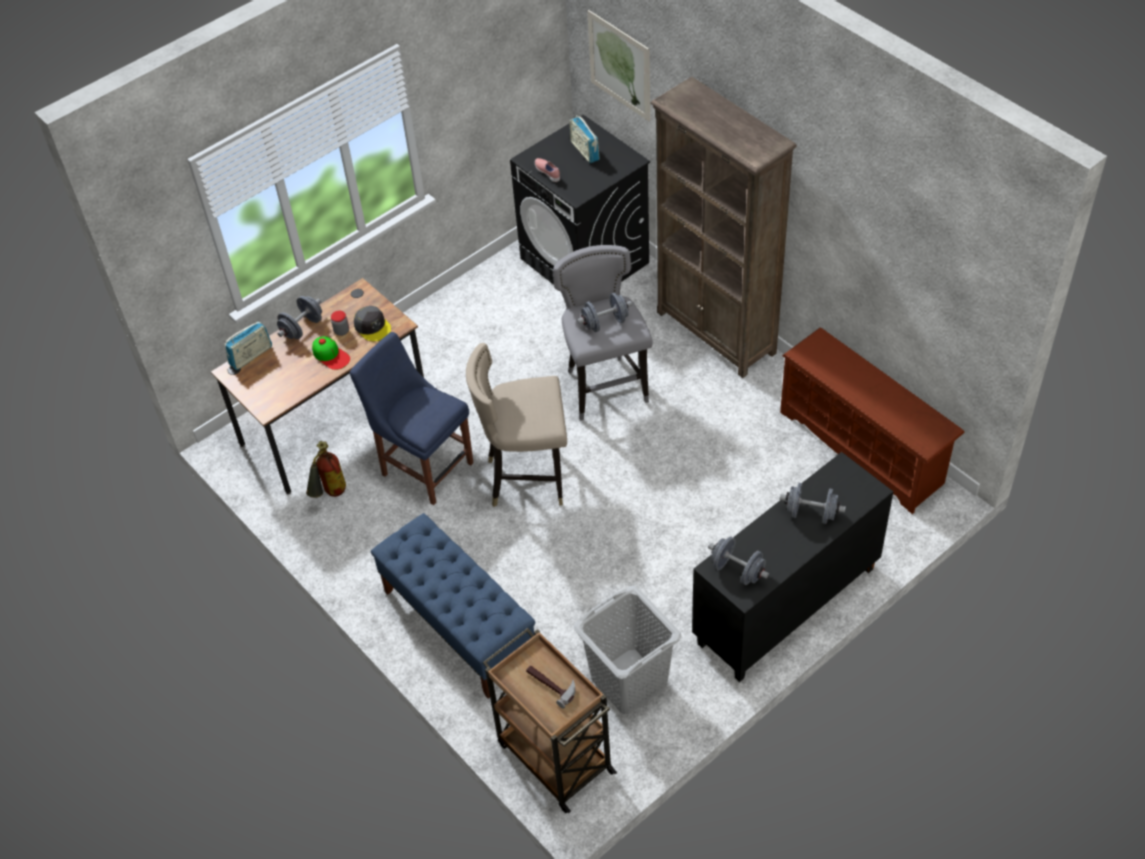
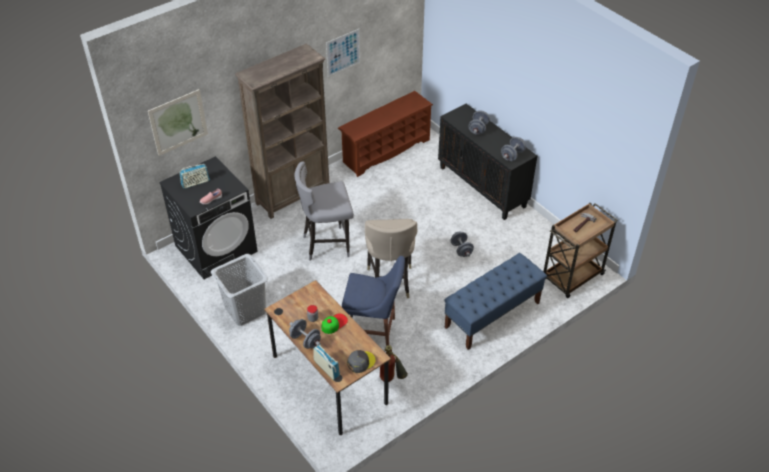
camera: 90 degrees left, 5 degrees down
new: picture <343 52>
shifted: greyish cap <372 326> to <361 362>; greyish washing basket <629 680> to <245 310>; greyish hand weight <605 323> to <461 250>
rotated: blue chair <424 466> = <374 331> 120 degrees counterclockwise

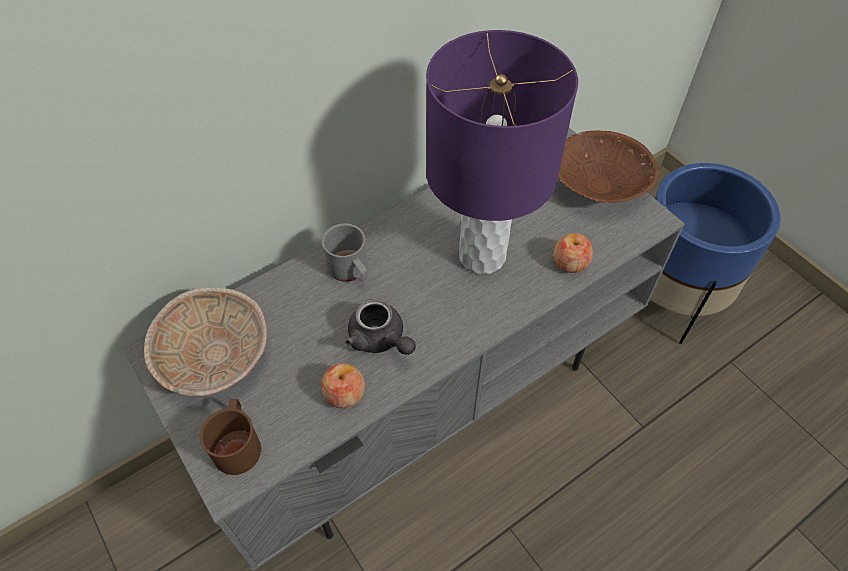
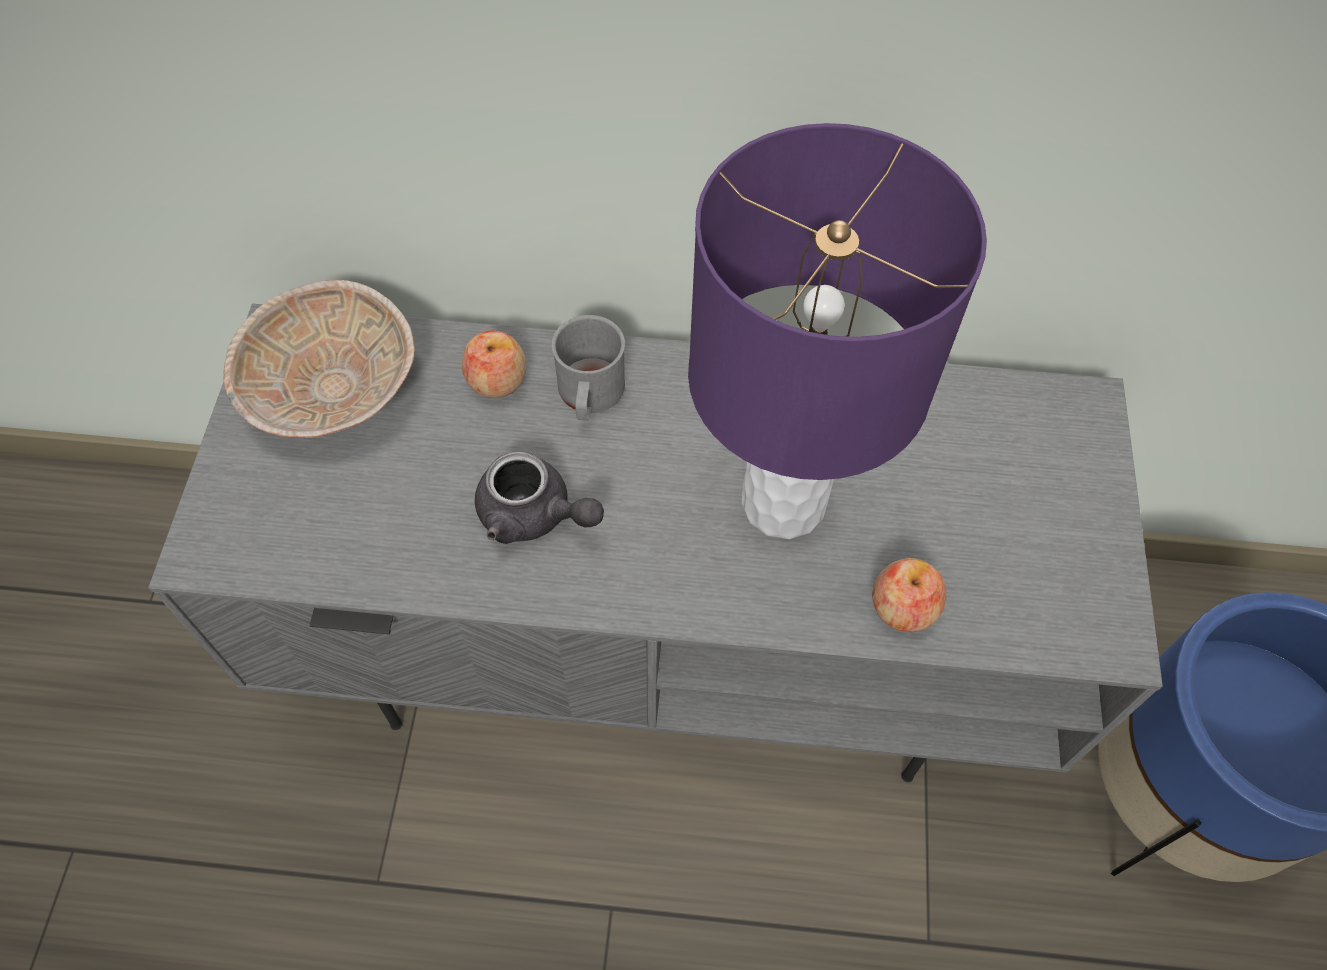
camera: 40 degrees right, 5 degrees up
gone: brown mug <238 444>; brown deep dish <598 184>
shifted: apple fruit <344 393> to <497 380>
rotated: greyish pot for tea <380 339> = <534 515> 60 degrees counterclockwise

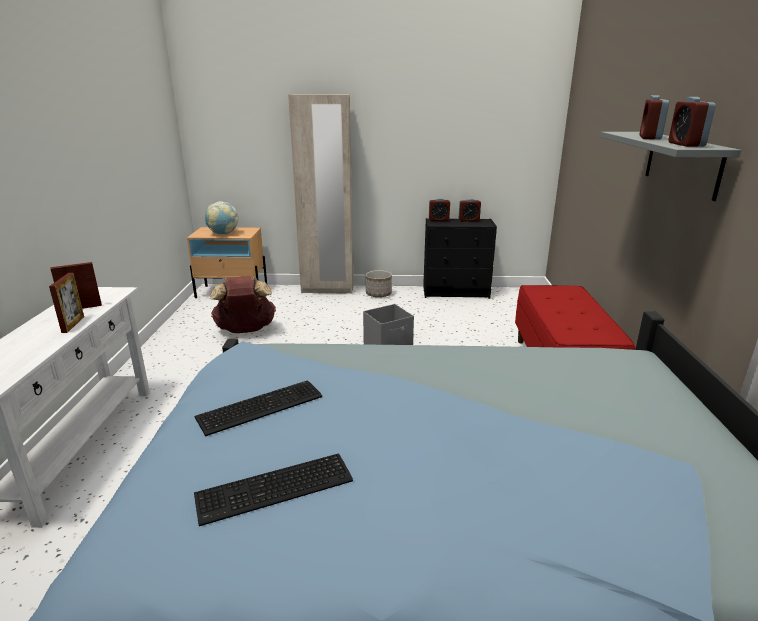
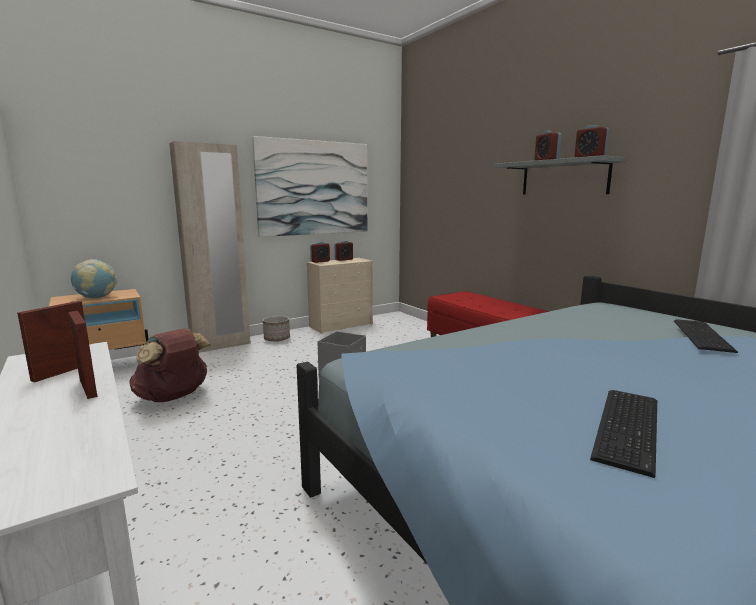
camera: 35 degrees left, 10 degrees down
new: picture <314 188>
shifted: computer keyboard <258 406> to <700 335>
repainted: black chest of drawers <456 292> to beige-coloured chest of drawers <342 325>

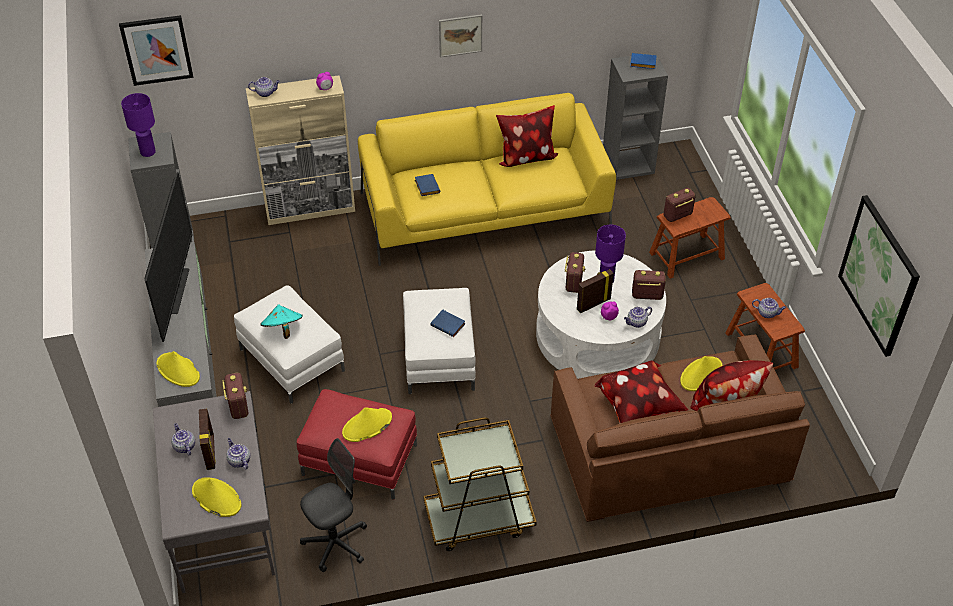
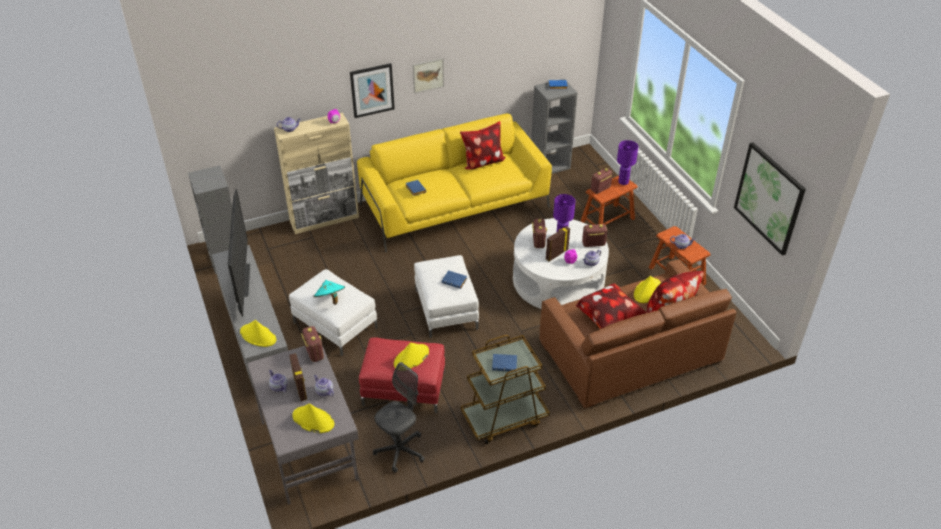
camera: 10 degrees left, 5 degrees down
new: blue volume <505 364>
shifted: picture <156 50> to <372 90>; purplish table lamp <147 152> to <623 182>

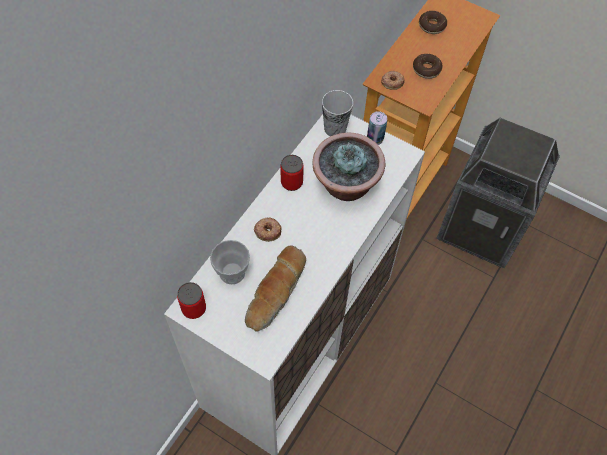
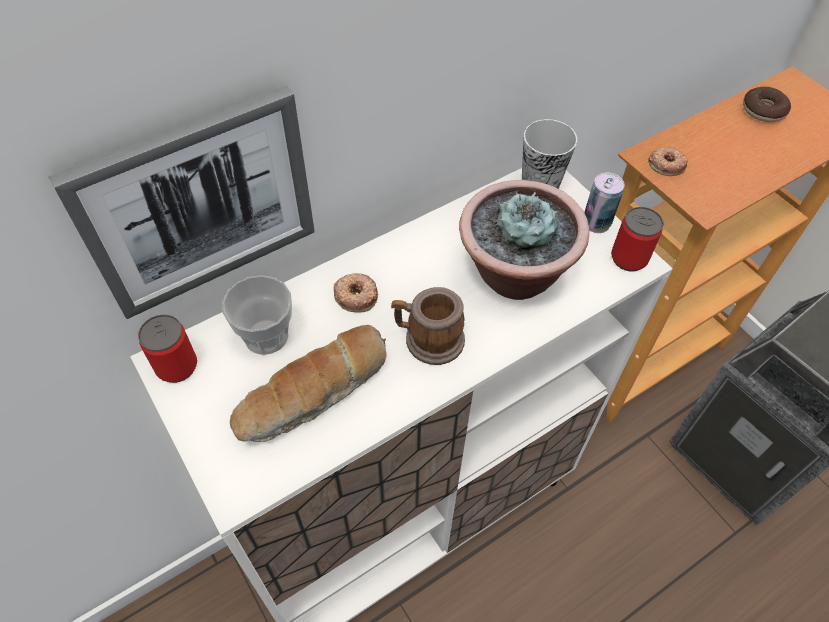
camera: 25 degrees right, 5 degrees down
gone: ring doughnut <426 69>
new: picture <198 203>; mug <428 339>
shifted: sealed can <291 182> to <629 258>

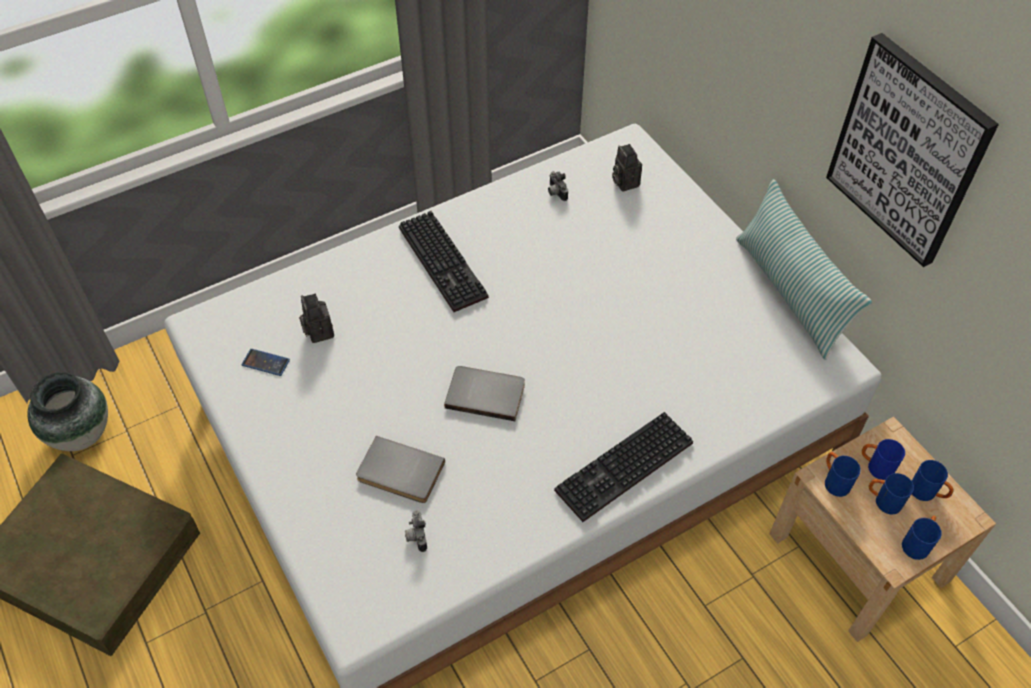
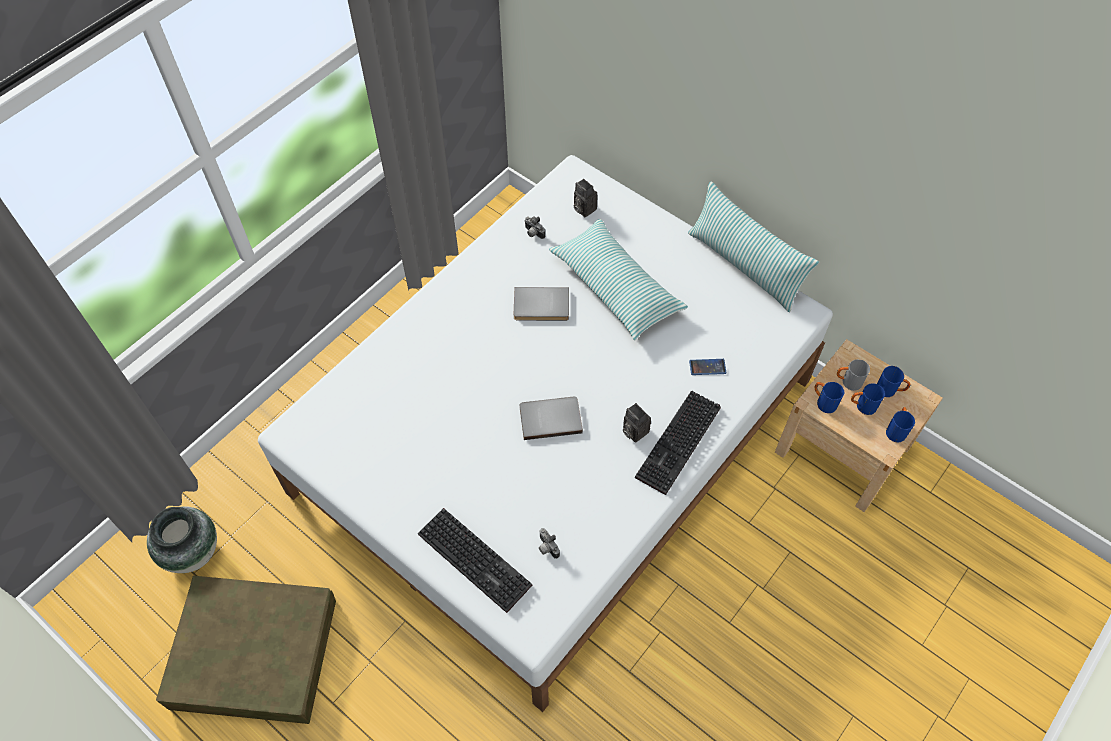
camera: 20 degrees left, 5 degrees up
gone: picture <908 151>
new: throw pillow <616 287>
shifted: telephone <265 362> to <707 367>; still camera <318 331> to <633 431>; greyish volume <399 473> to <541 307>; computer keyboard <445 263> to <477 559>
repainted: blue mug <875 467> to greyish mug <848 382>

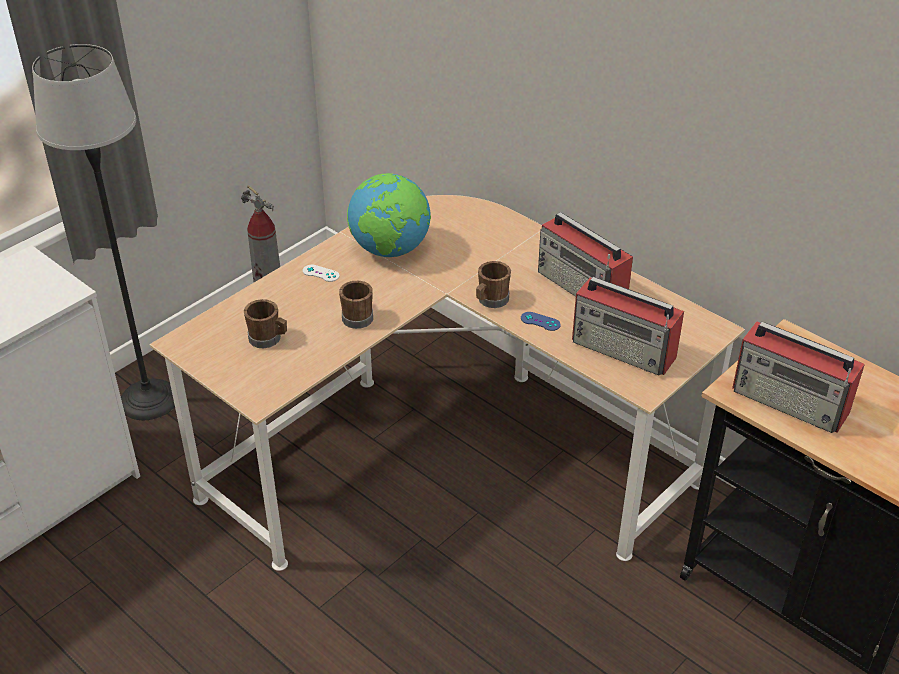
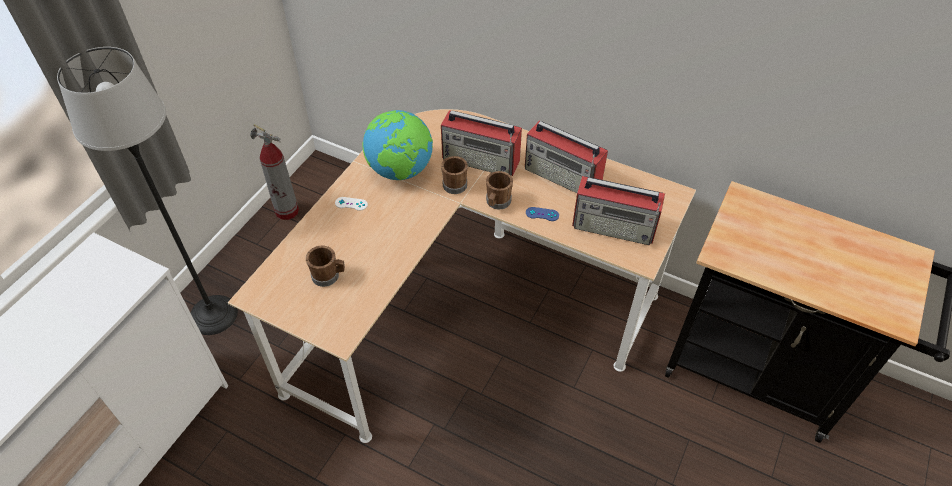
camera: 15 degrees left, 10 degrees up
shifted: brown mug <356 316> to <453 183>; radio set <791 402> to <481 160>

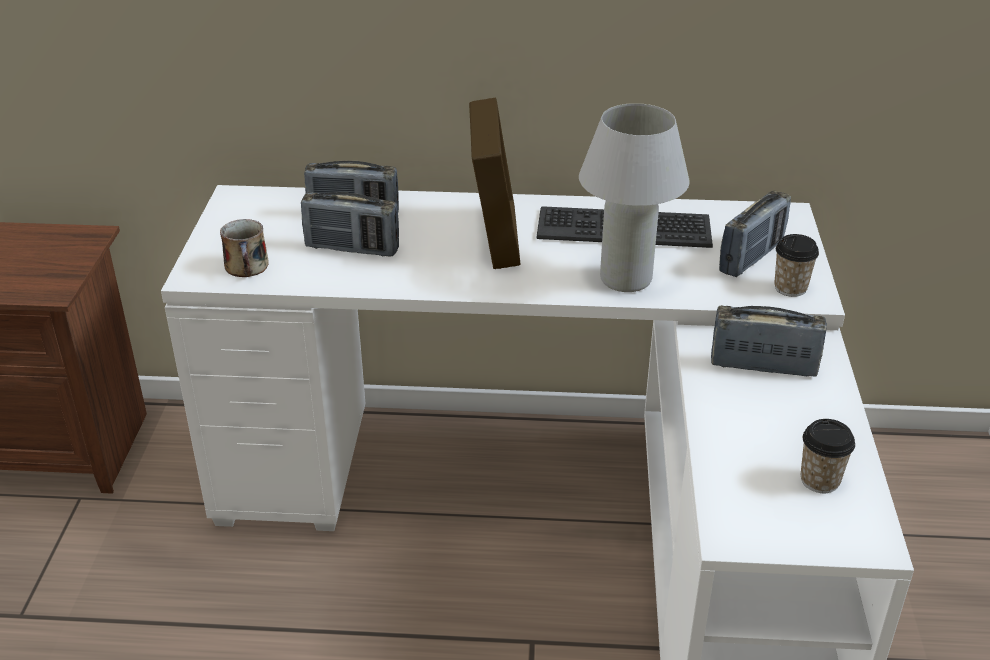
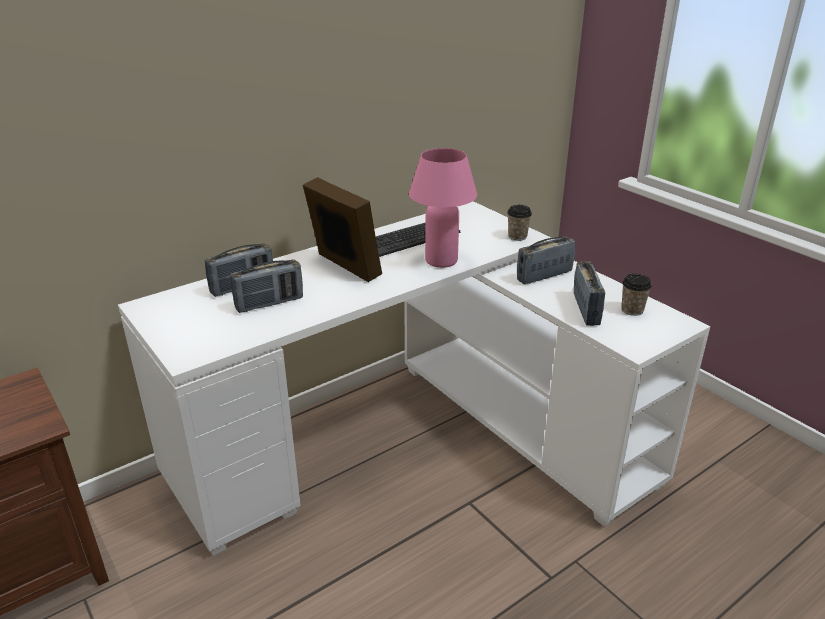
camera: 40 degrees left, 5 degrees down
gone: mug <247 267>
shifted: radio set <751 257> to <586 310>
repainted: white table lamp <625 279> to pinkish table lamp <441 261>

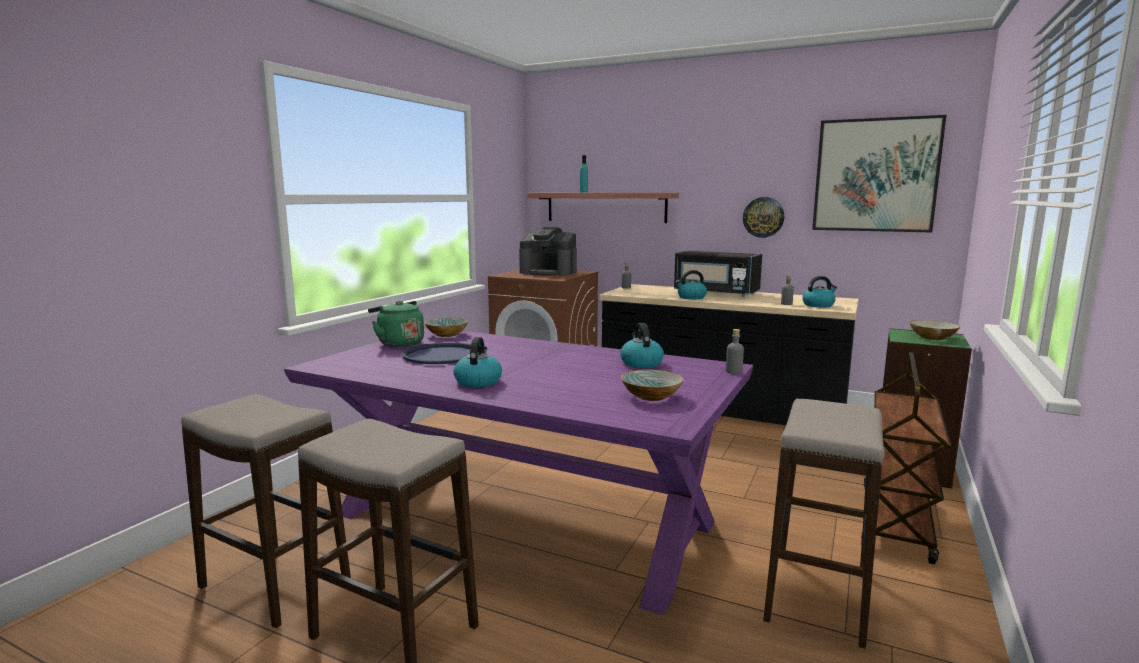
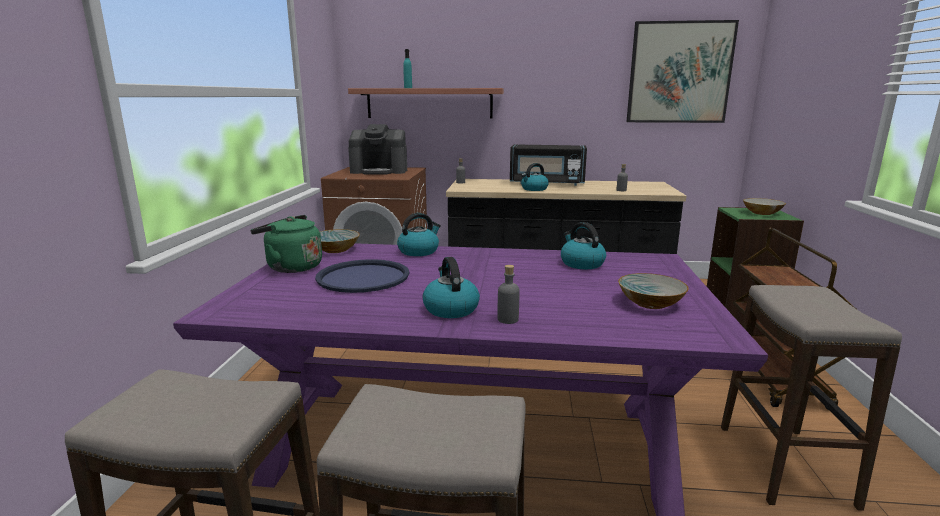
camera: 20 degrees left, 5 degrees up
gone: hanging clock <763 217>
shifted: greyish beverage bottle <734 371> to <508 319>; water kettle <818 305> to <419 251>

